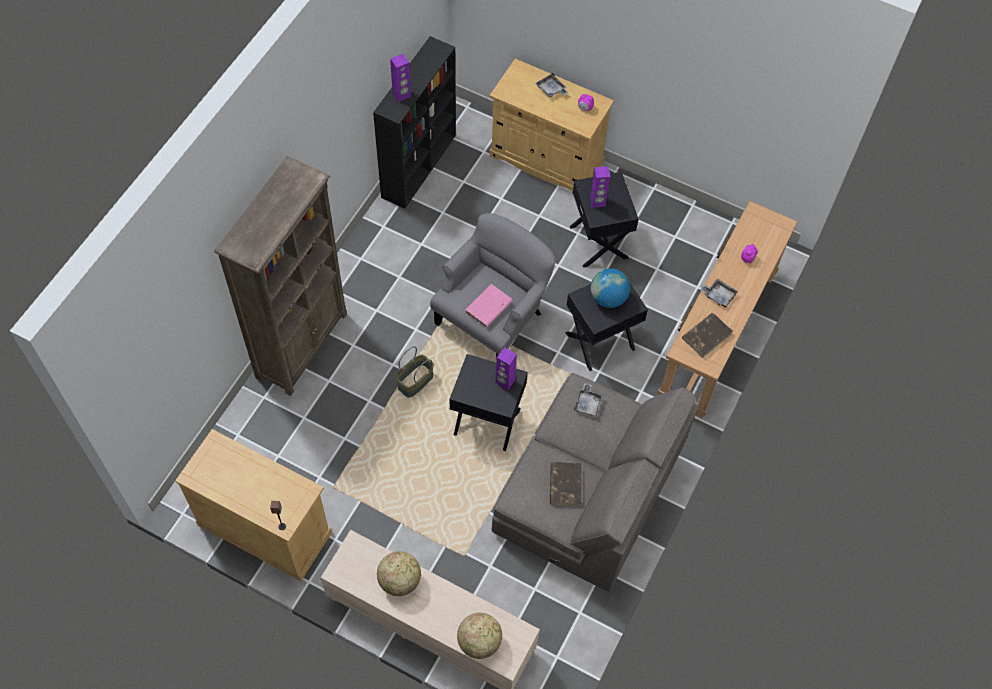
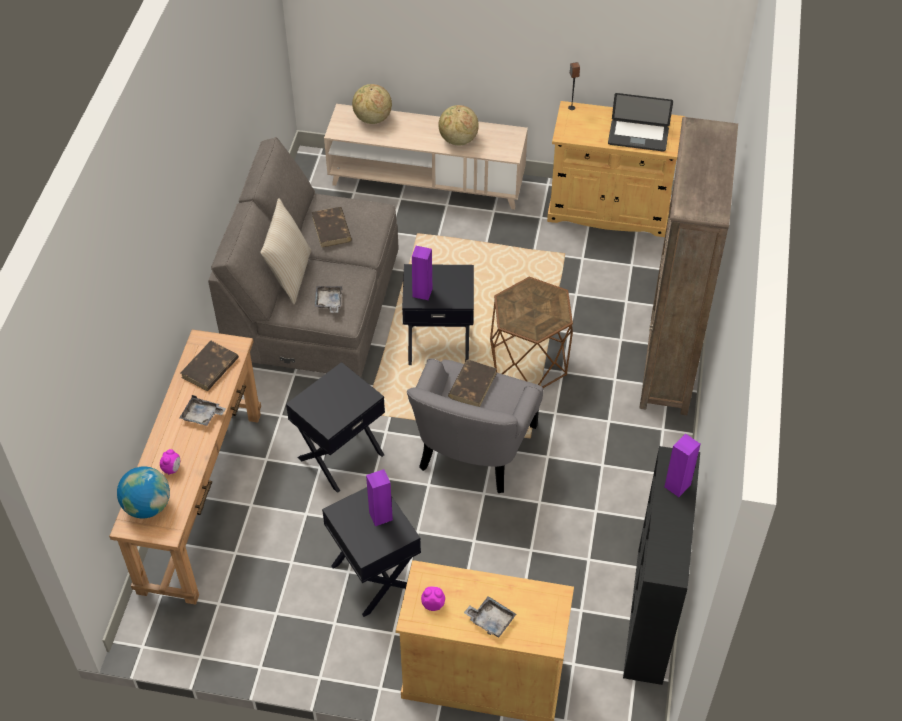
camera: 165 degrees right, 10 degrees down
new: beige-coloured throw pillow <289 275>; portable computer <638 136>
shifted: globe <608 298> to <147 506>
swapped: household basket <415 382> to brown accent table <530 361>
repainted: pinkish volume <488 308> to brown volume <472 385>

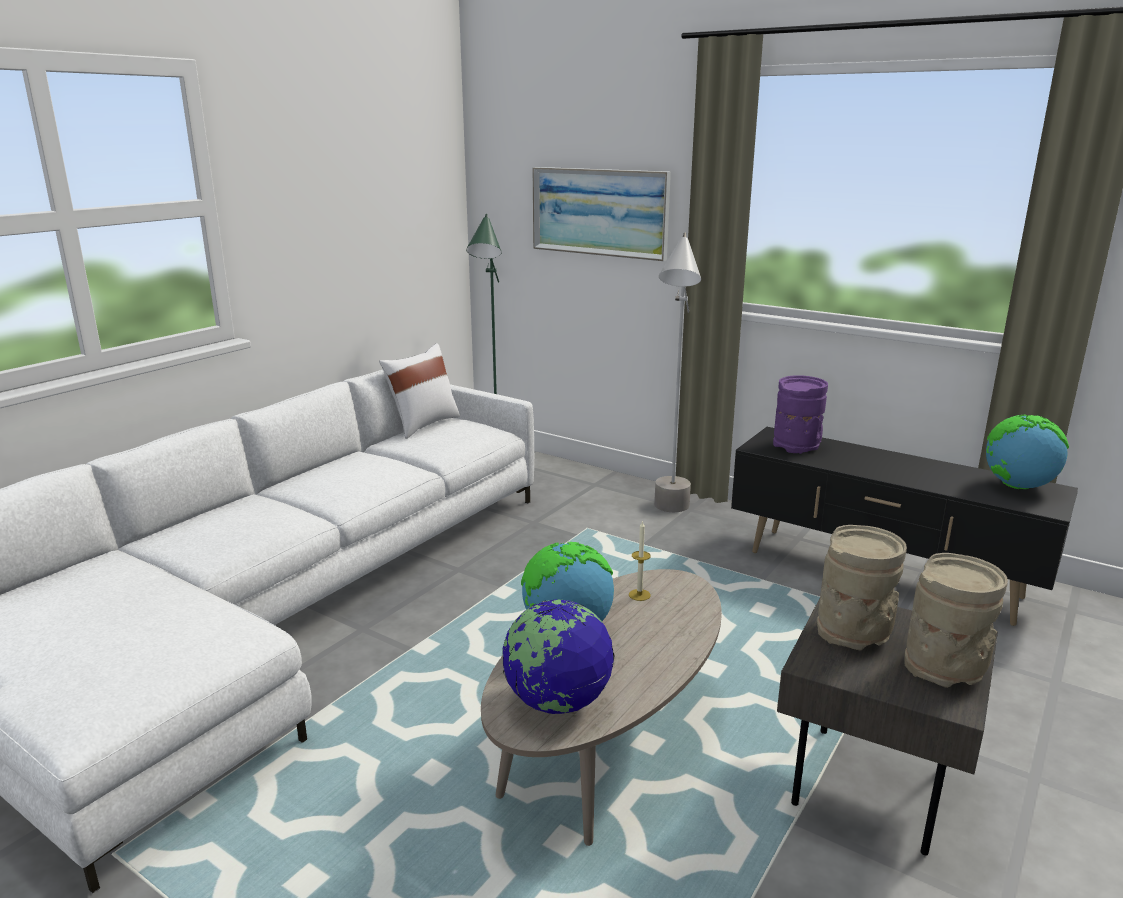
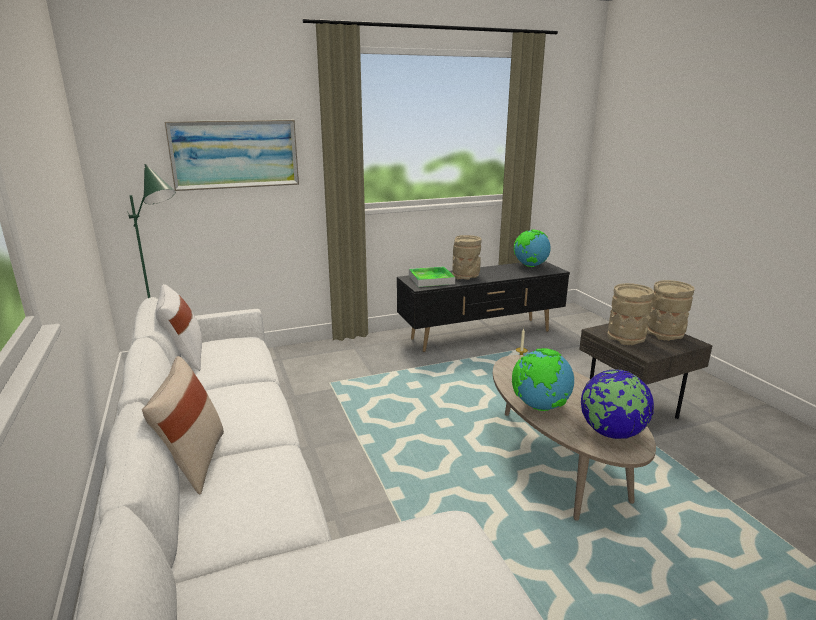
camera: 55 degrees left, 0 degrees up
gone: greyish standard lamp <670 517>
new: beige-coloured throw pillow <193 462>; beige-coloured flower vase <466 276>
swapped: purplish flower vase <797 445> to tray <431 279>

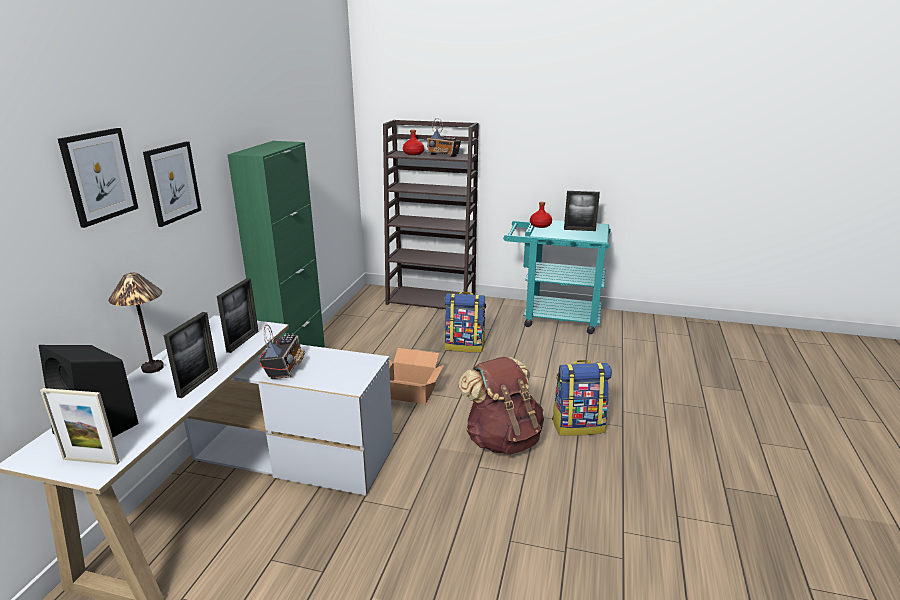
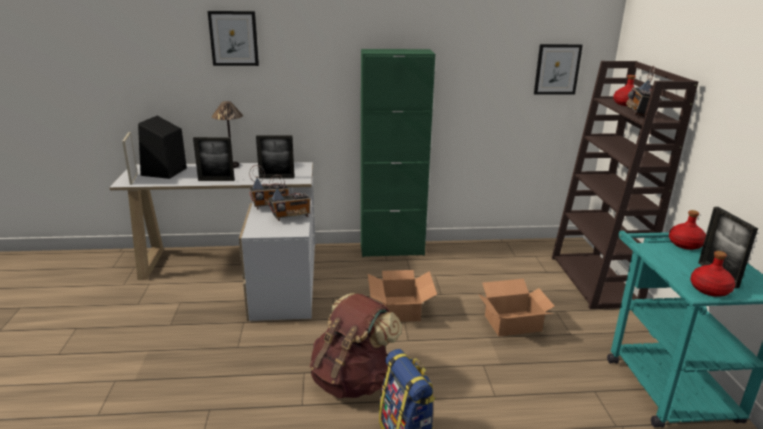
camera: 70 degrees right, 0 degrees up
new: radio set <291 217>; red beverage bottle <710 290>
shifted: picture <172 183> to <557 69>
swapped: rucksack <465 346> to cardboard box <513 323>

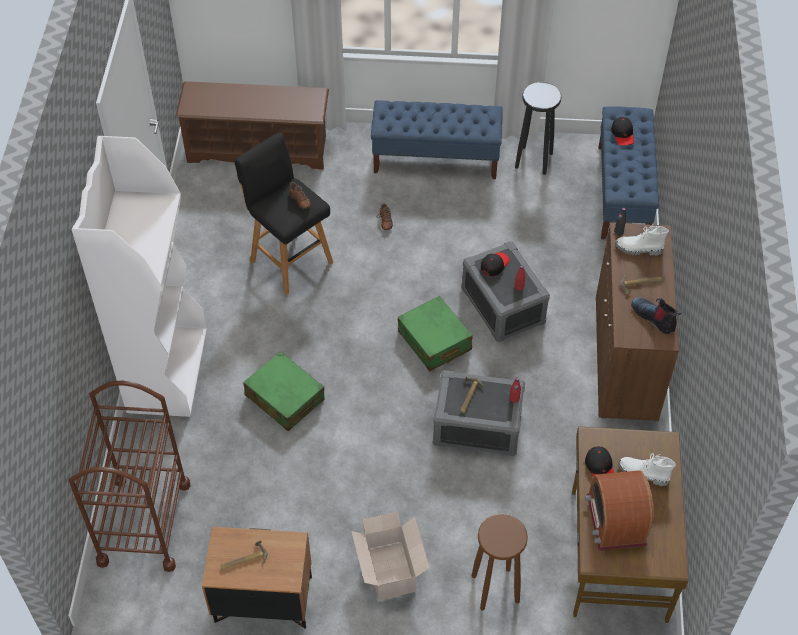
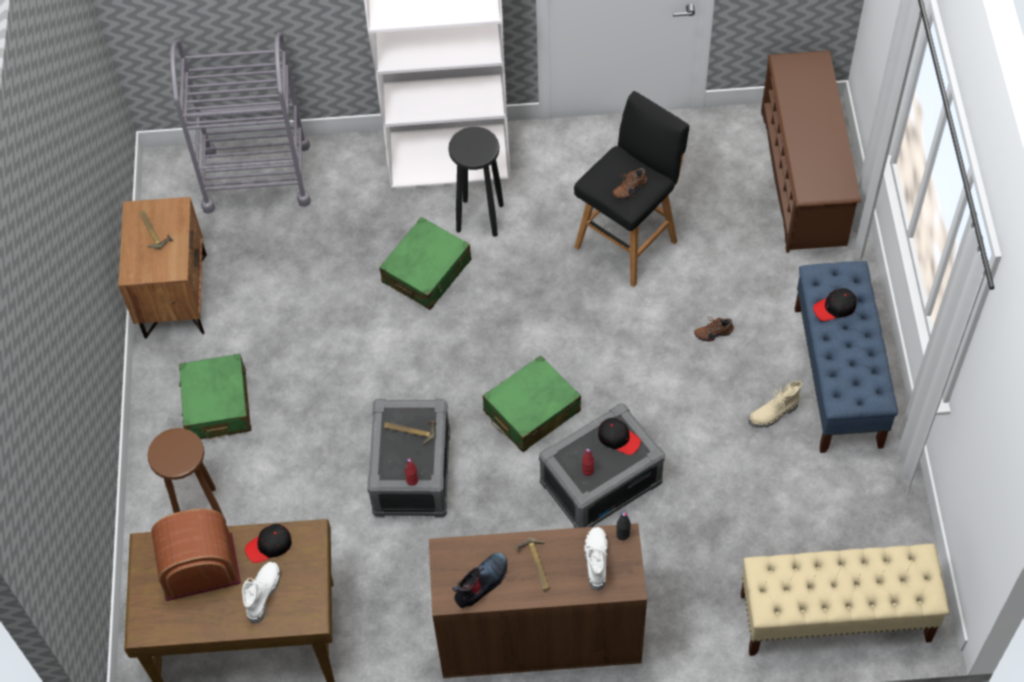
camera: 85 degrees right, 5 degrees up
new: beige-coloured high-top boot <773 414>
shifted: black stool seat <534 160> to <479 218>; black cap <623 134> to <835 308>
swapped: cardboard box <390 568> to green-coloured piece of luggage <217 405>
repainted: brown wheeled cart <144 523> to greyish wheeled cart <256 177>; blue indoor bench <622 193> to beige-coloured indoor bench <834 618>

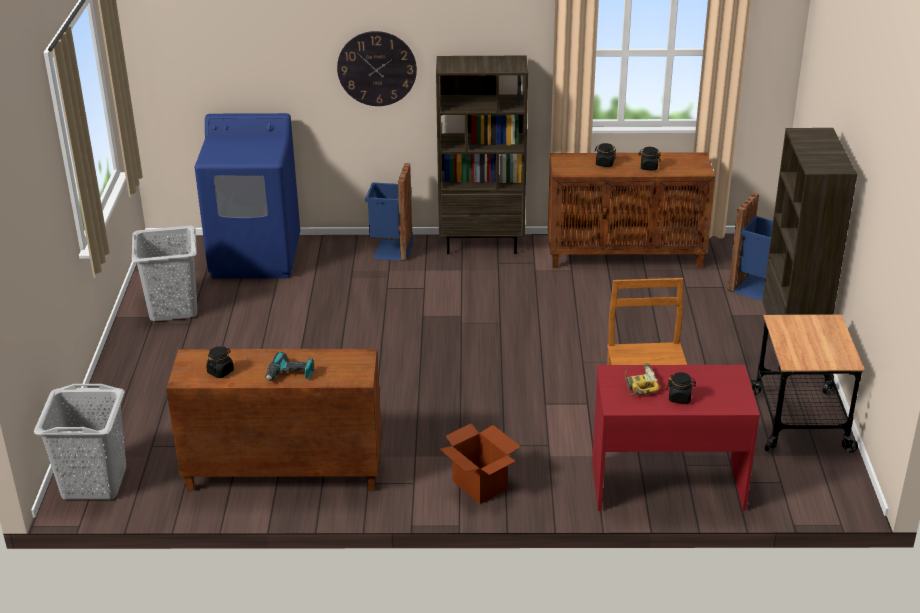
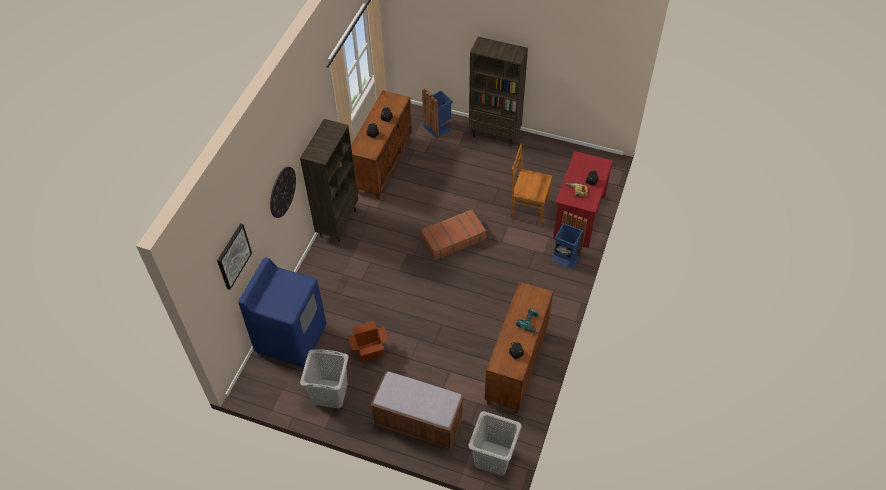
camera: 70 degrees left, 20 degrees up
gone: wheeled cart <800 421>
new: picture <233 256>; brown indoor bench <418 423>; brown piece of luggage <453 238>
shifted: blue rubbish bin <390 250> to <565 258>; cardboard box <480 485> to <370 351>

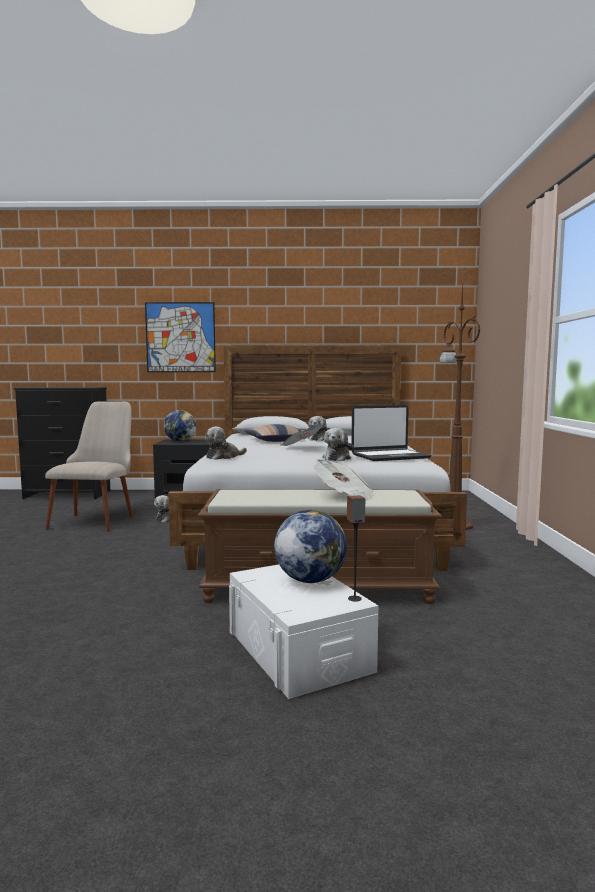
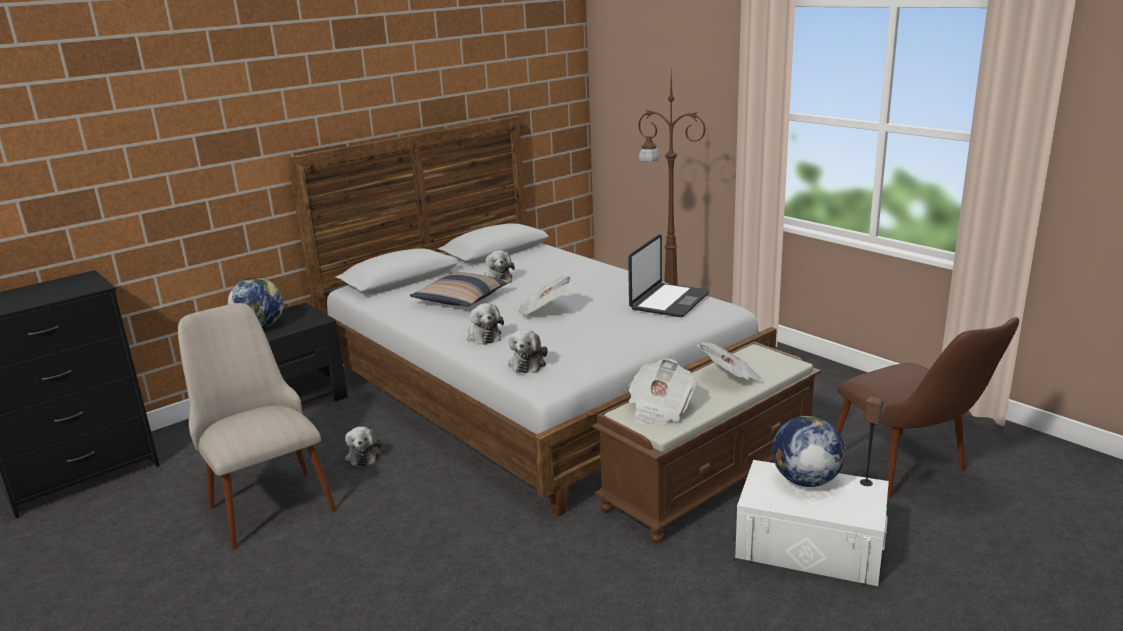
camera: 40 degrees left, 15 degrees up
gone: picture <180 337>
new: newspaper <659 409>; brown chair <911 474>
shifted: plush toy <337 458> to <483 336>

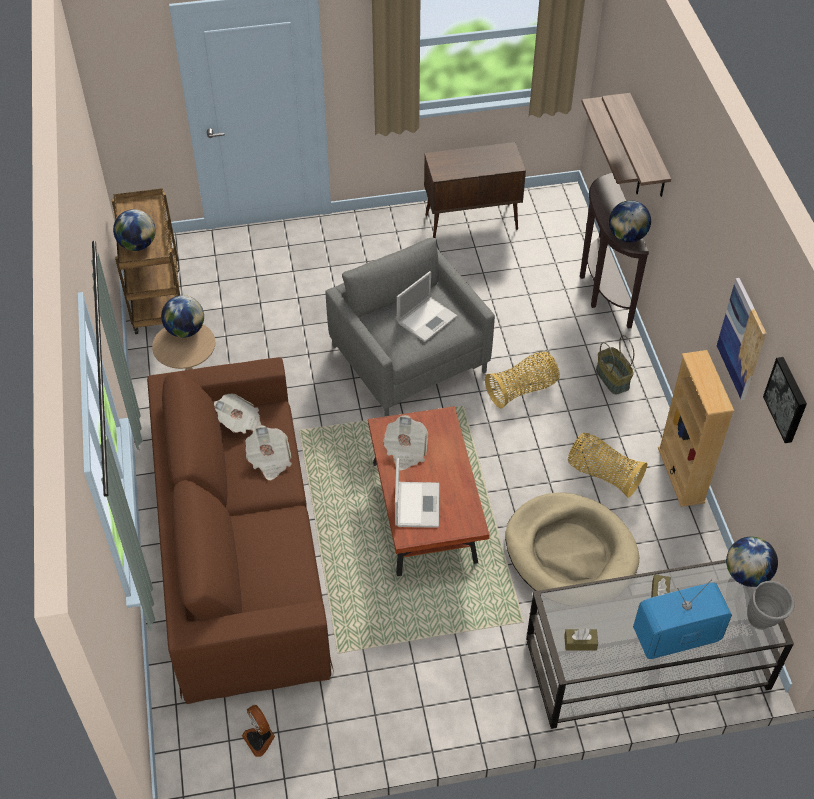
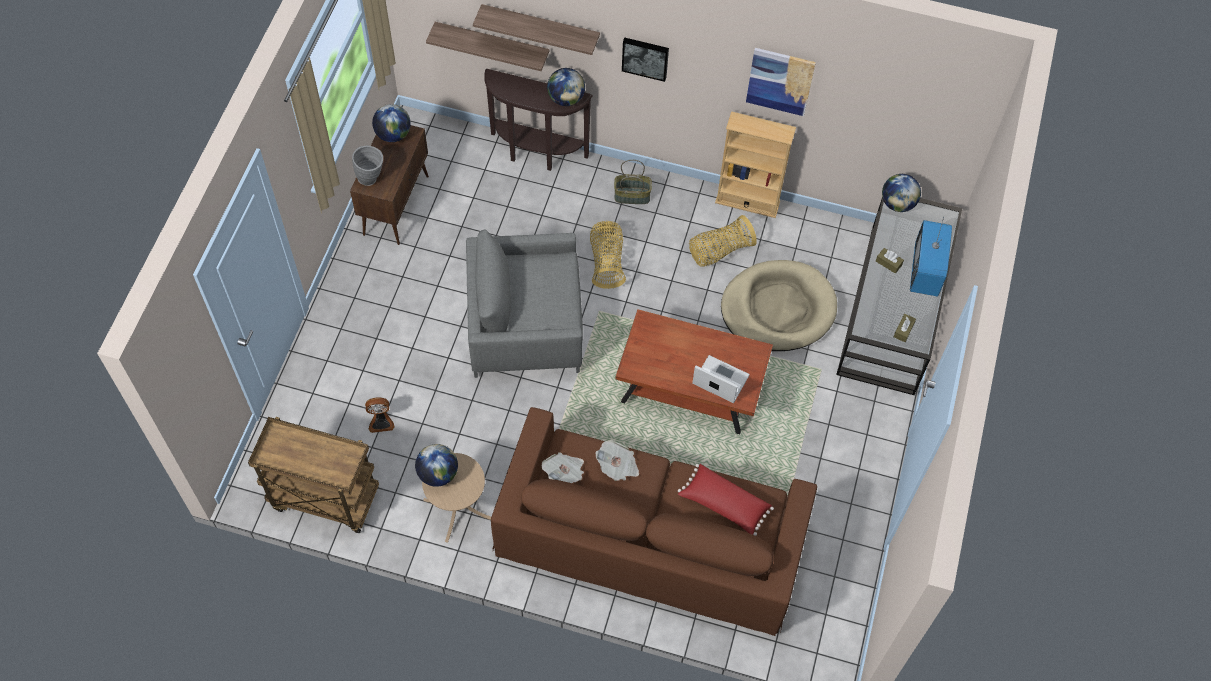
camera: 65 degrees left, 10 degrees up
gone: newspaper <405 451>; portable computer <427 319>
new: red throw pillow <724 504>
shifted: globe <137 245> to <393 134>; cooling fan <260 739> to <381 422>; greyish flower vase <763 623> to <372 178>; picture <787 399> to <645 57>

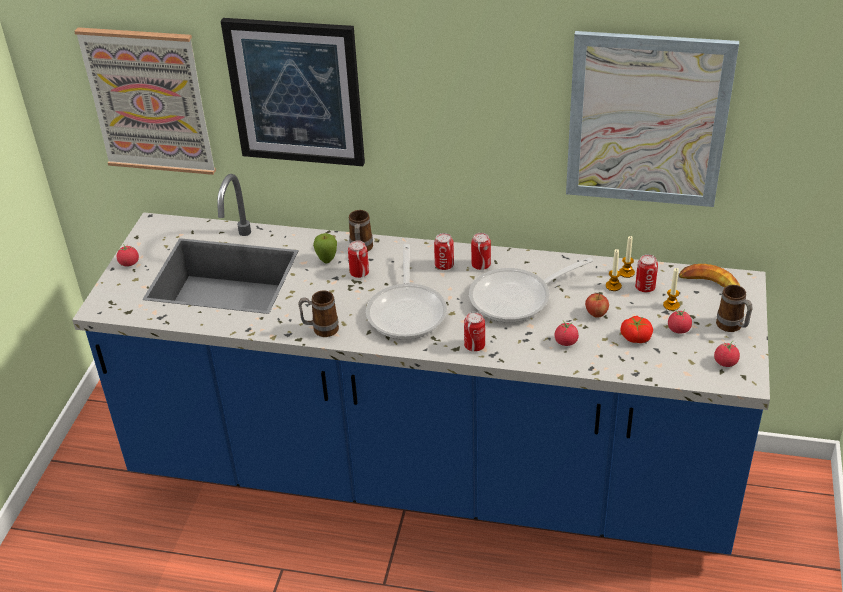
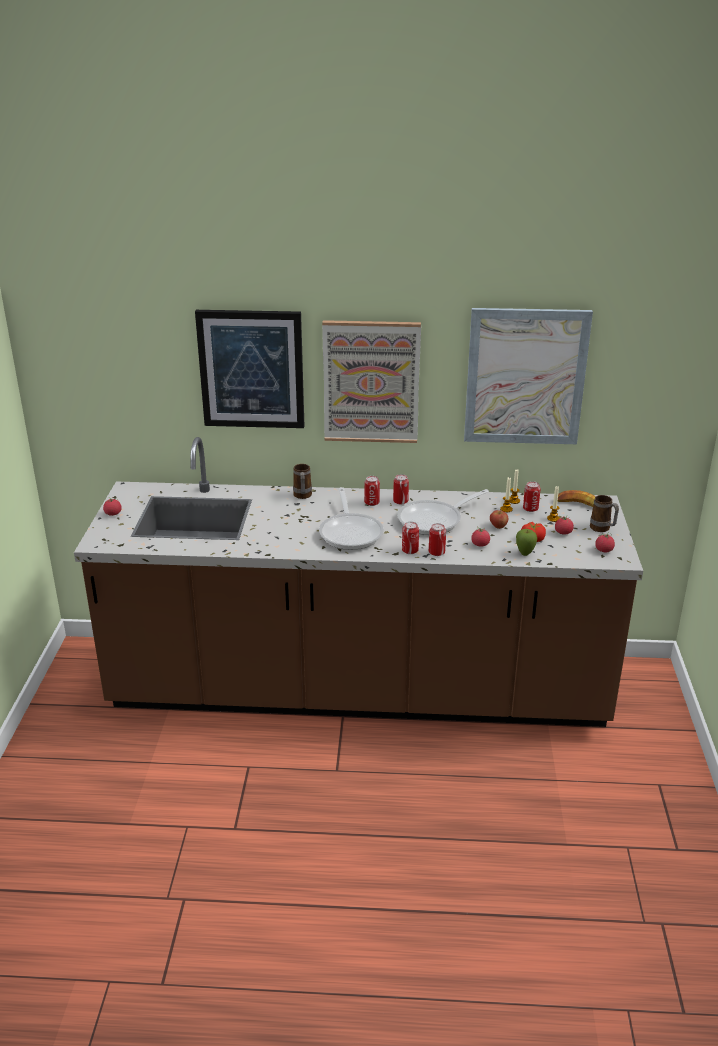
camera: 10 degrees left, 10 degrees down
gone: mug <320 330>
shifted: picture <149 101> to <371 382>; apple fruit <327 261> to <525 553>; sealed can <359 273> to <436 552>
repainted: blue kitchen counter <430 476> to brown kitchen counter <359 691>

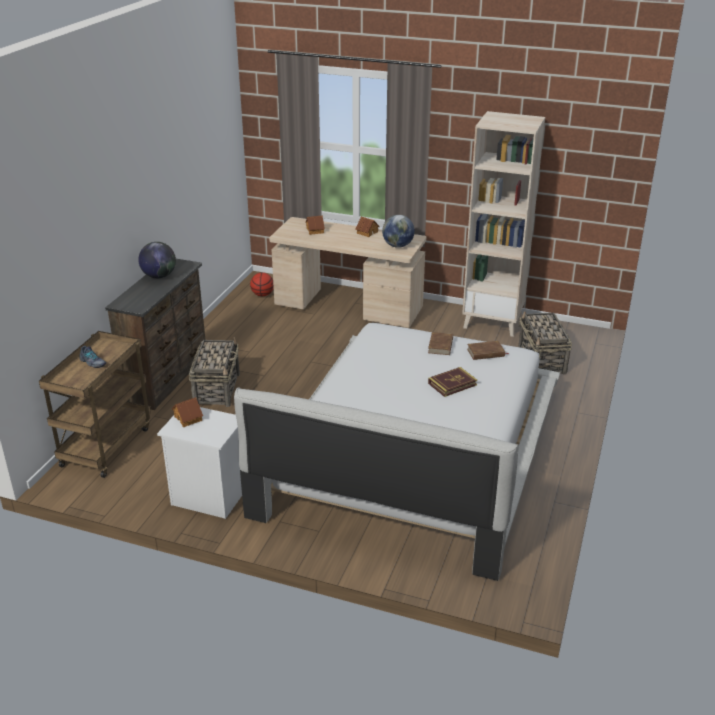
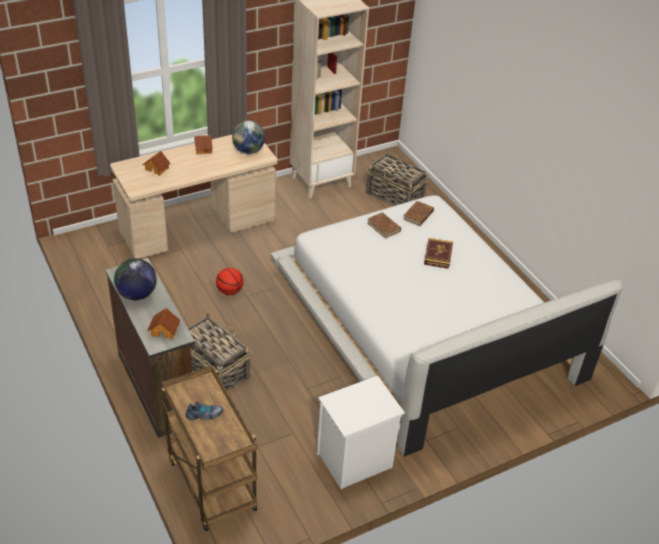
camera: 50 degrees left, 10 degrees up
shifted: model house <188 418> to <164 330>; basketball ball <262 295> to <229 291>

